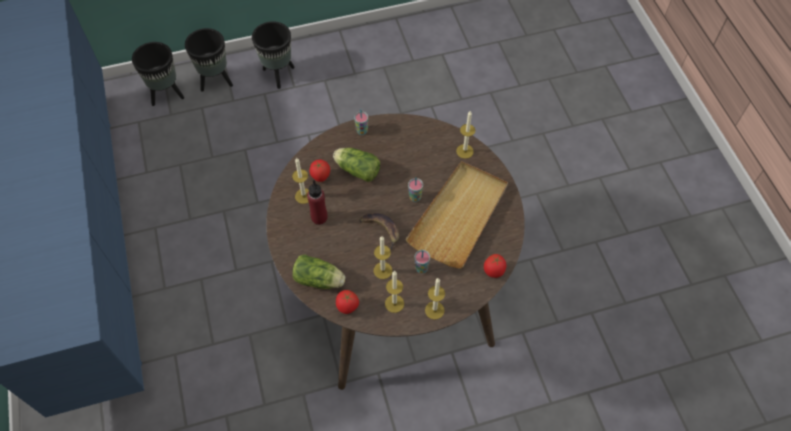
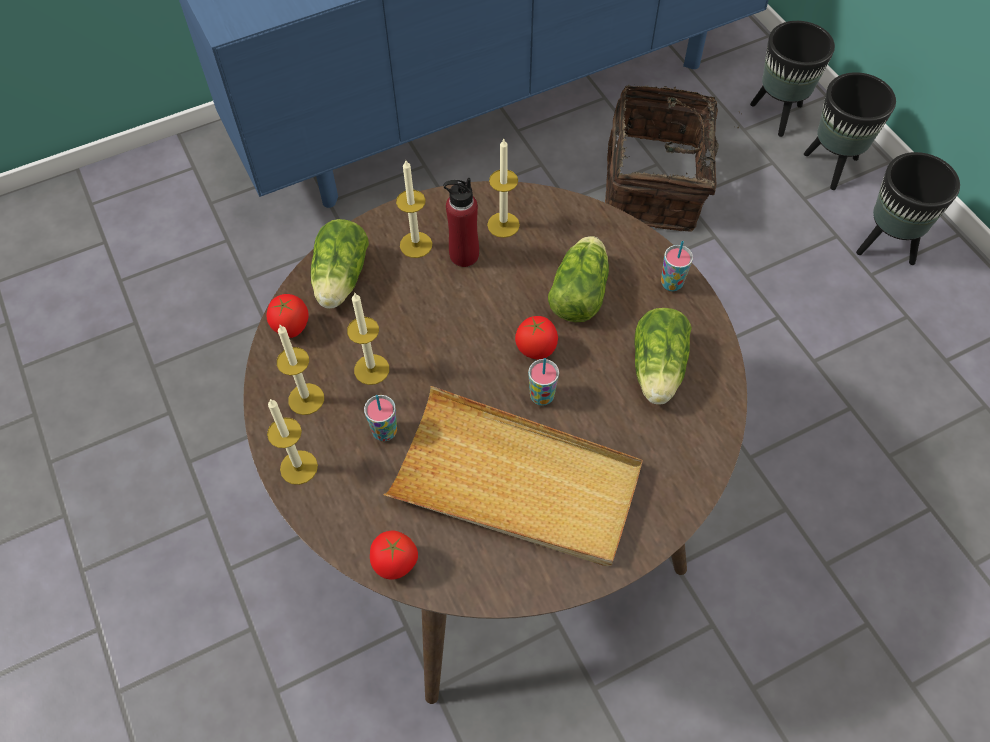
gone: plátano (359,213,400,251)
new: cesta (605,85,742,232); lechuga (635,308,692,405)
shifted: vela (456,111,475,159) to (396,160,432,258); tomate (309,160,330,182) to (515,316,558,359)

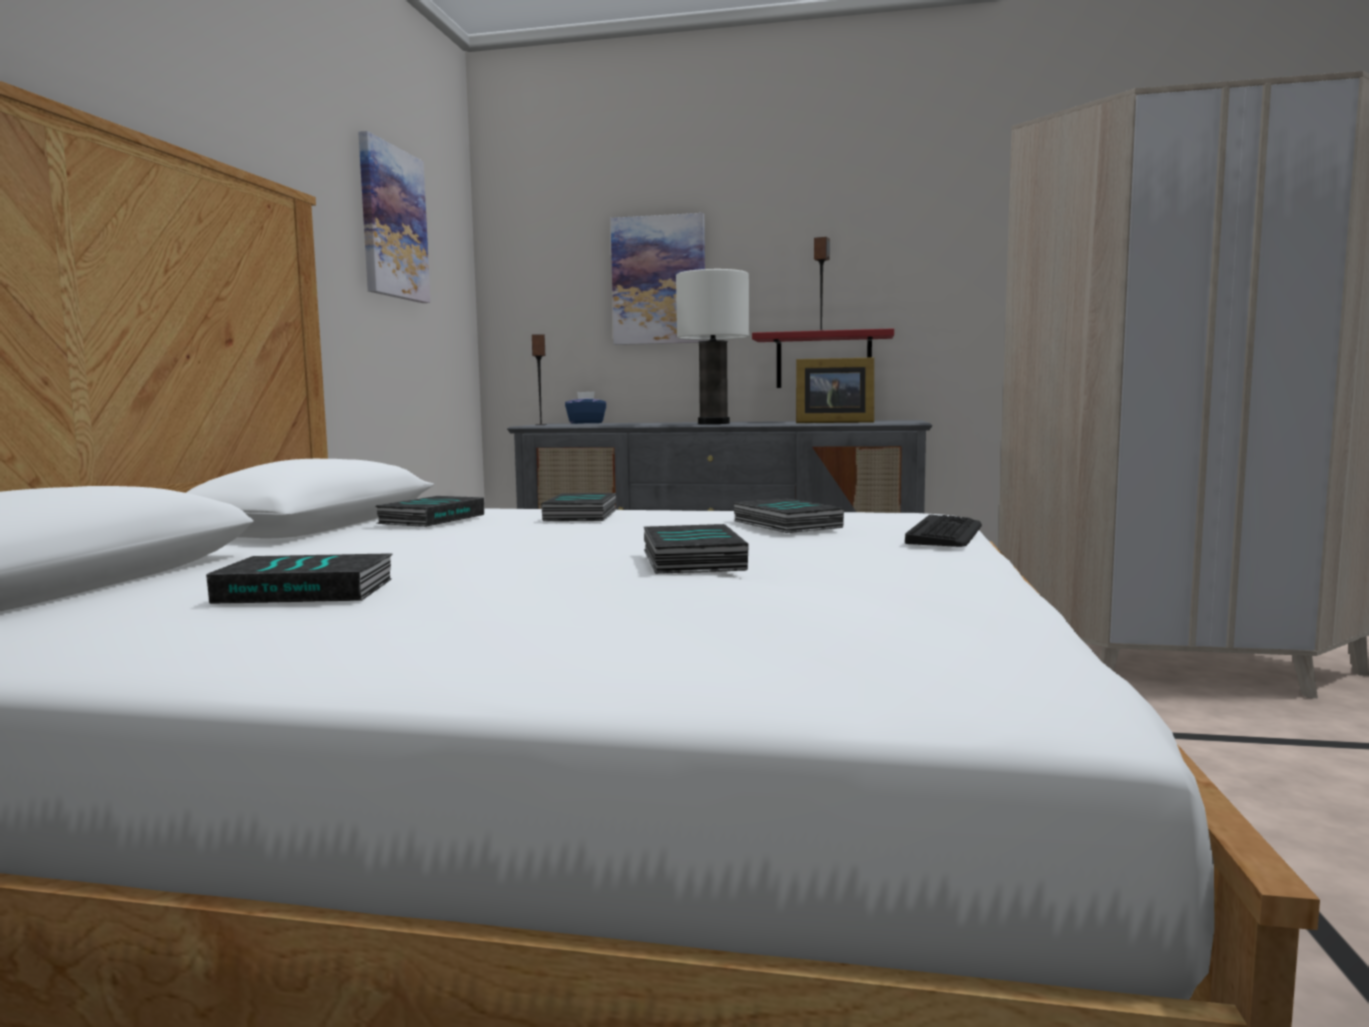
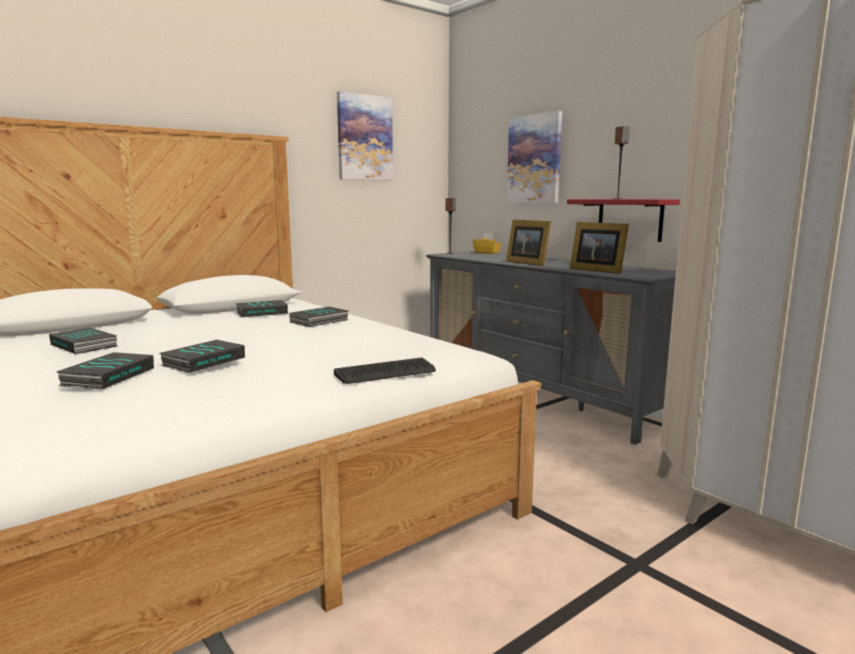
shifted: libro (734,498,844,533) to (57,352,154,390)
swapped: lámpara de mesa (blanco) (676,269,749,424) to portarretratos (506,220,551,266)
repainted: caja de pañuelos (azul) (565,391,606,424) to caja de pañuelos (amarillo) (472,233,502,254)

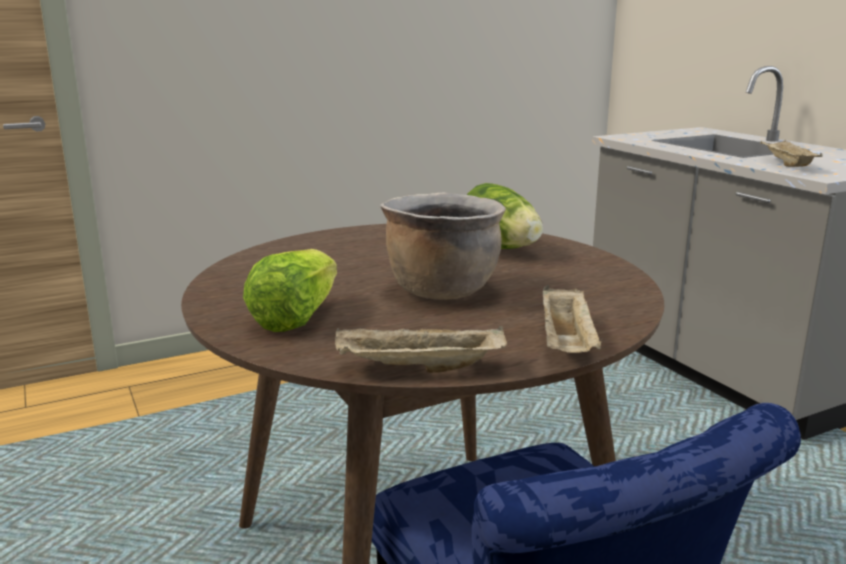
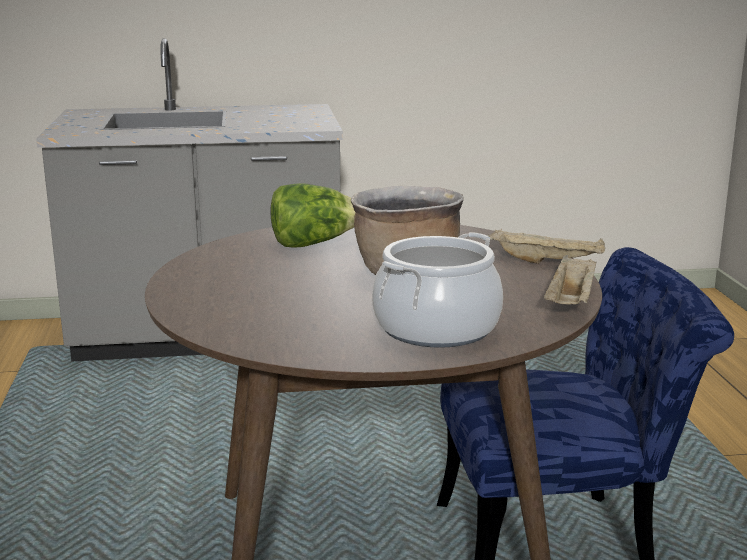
gone: bandeja (beis) (760,141,823,167)
swapped: lechuga (243,249,337,332) to olla (372,232,503,348)

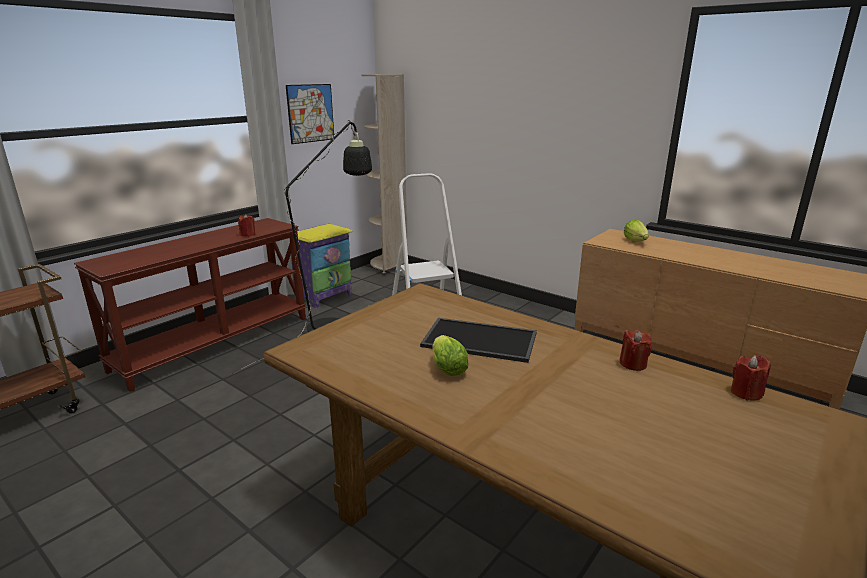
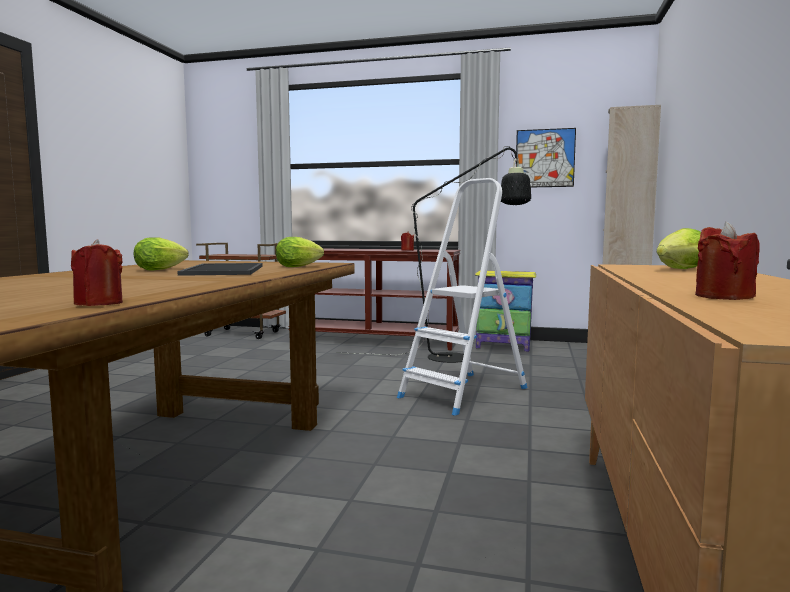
new: lechuga (276,237,324,267)
shifted: vela (rojo) (620,330,652,371) to (695,222,760,300)

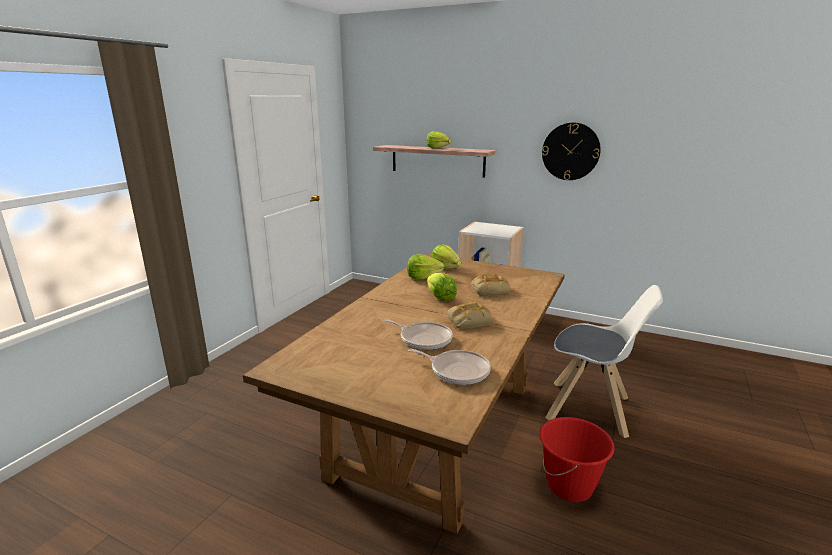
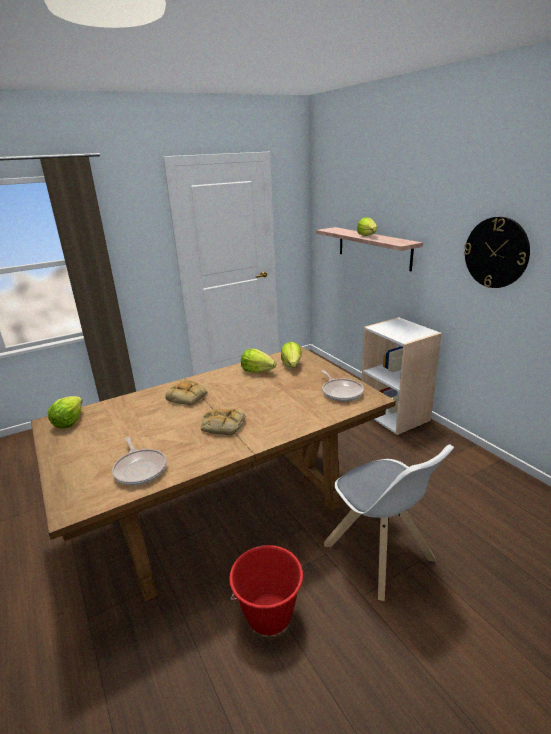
shifted: lechuga (427,273,457,301) to (48,396,83,428); pan (471,273,510,296) to (166,380,207,406); sartén (384,319,453,350) to (322,370,364,401)

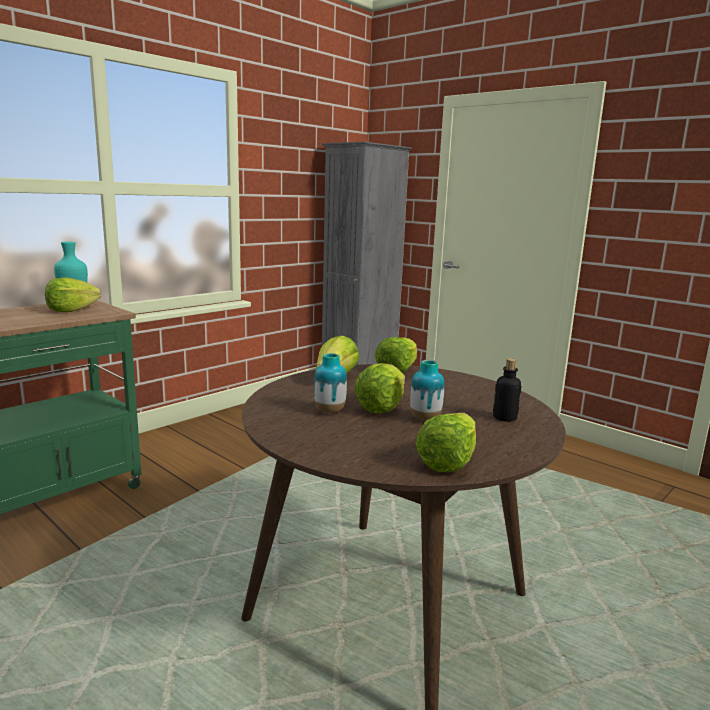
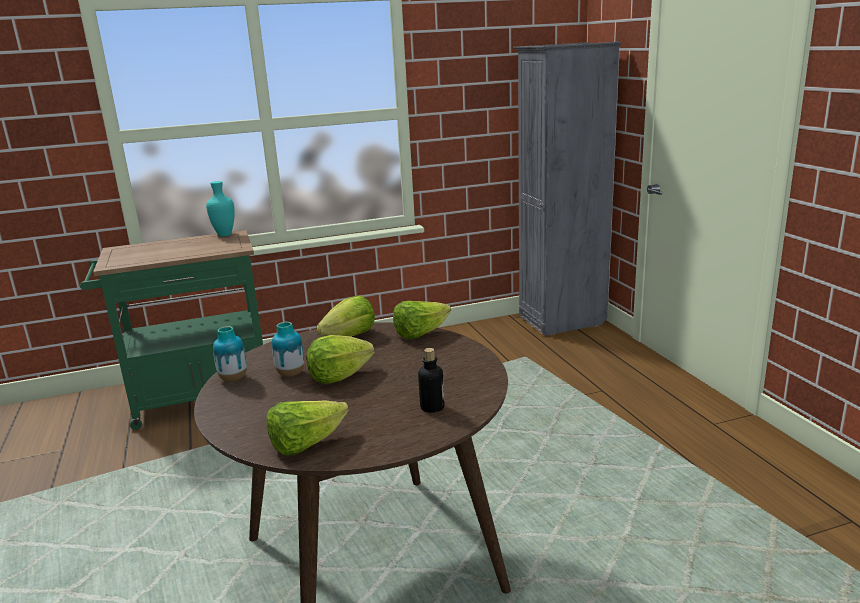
gone: lechuga (45,277,101,312)
shifted: florero (410,360,444,421) to (213,326,247,382)

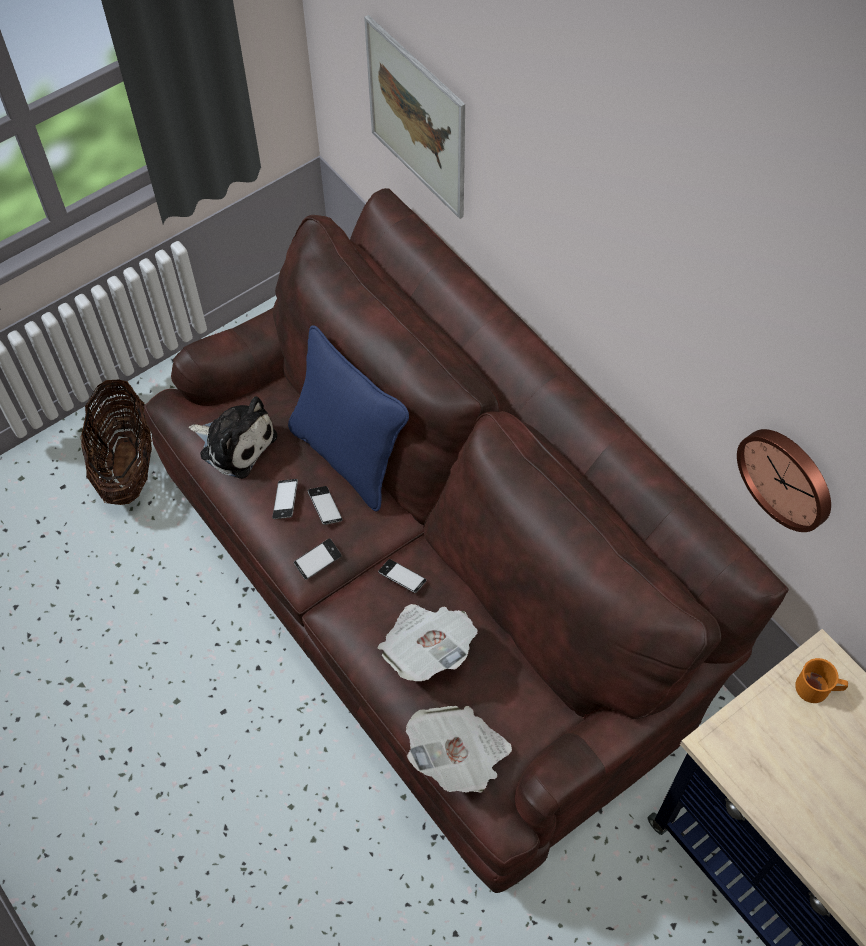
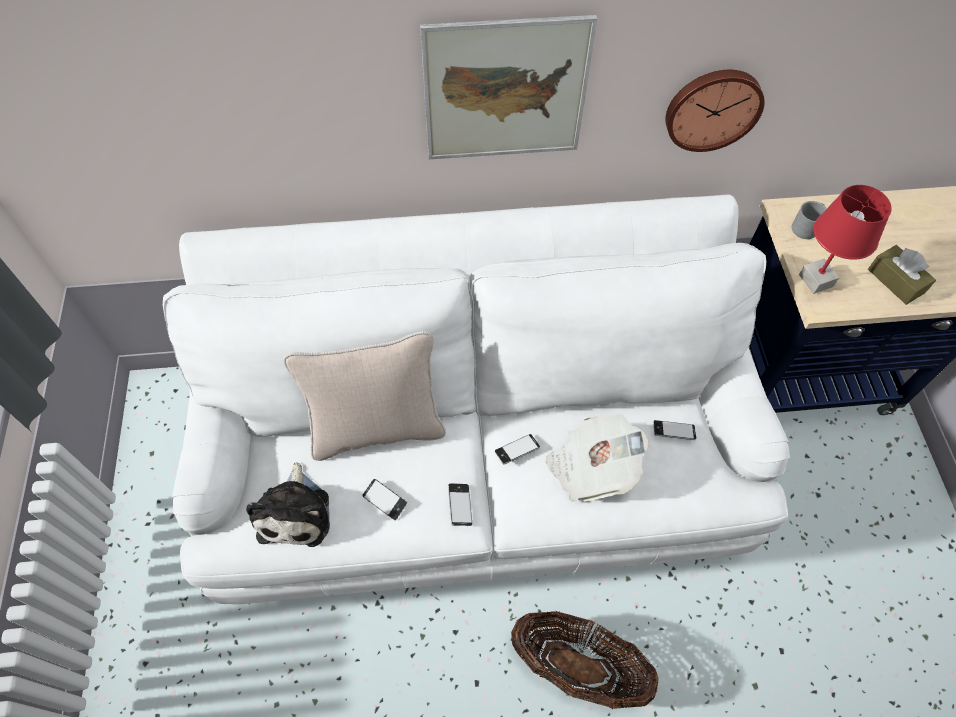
gone: periódico (406,706,512,793)
new: lámpara de mesa (rojo) (799,185,892,294); caja de pañuelos (marrón) (868,245,936,305)
shifted: cuadro (364,15,465,219) to (420,15,597,159); cesta (80,379,152,505) to (511,610,658,709); móvil (308,486,343,525) to (653,420,696,440)
repainted: sofá (marrón) (143,188,789,893) to sofá (blanco) (163,195,790,604); cojín (azul) (288,325,409,511) to cojín (beis) (283,331,446,461); taza grande (naranja) (795,658,848,703) to taza grande (gris) (791,201,827,239)
rotated: peluche (189,396,277,479) = (246,462,330,547) 120 degrees clockwise

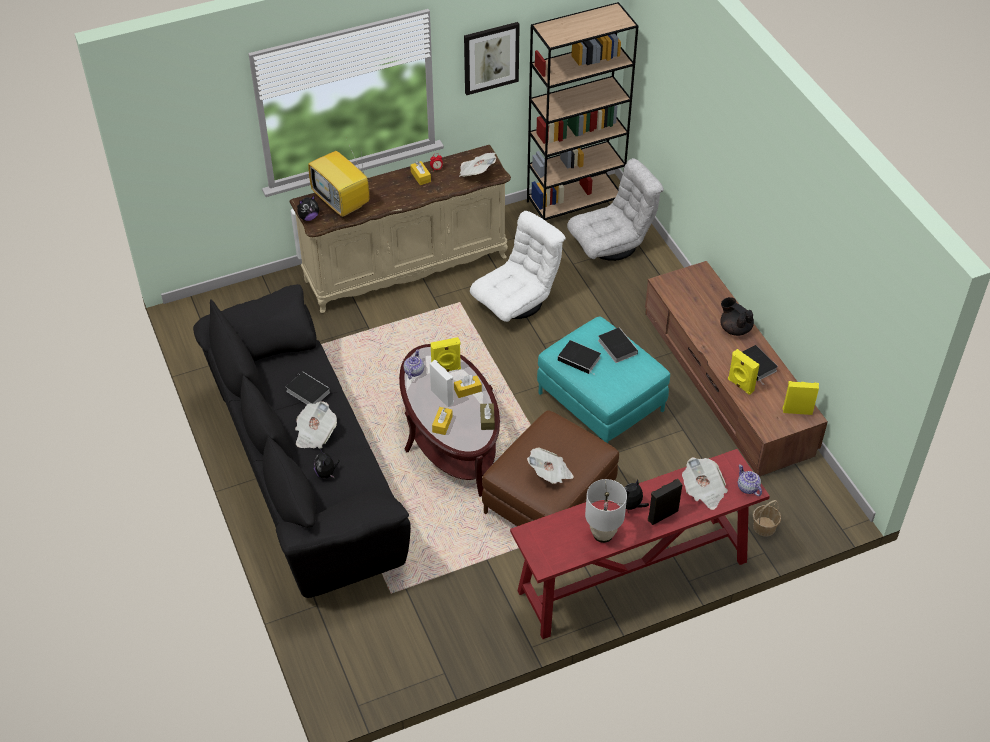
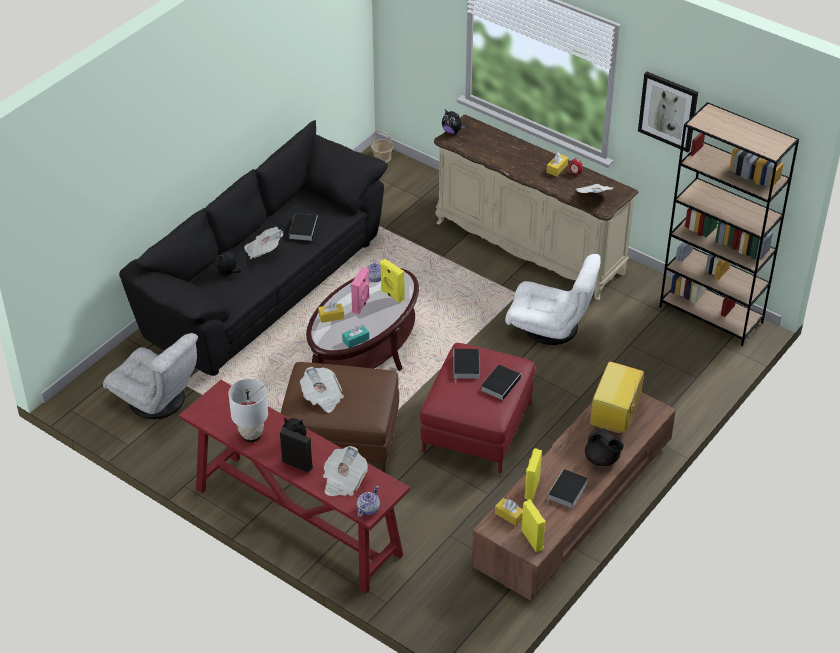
shifted: sillón (gris) (567,158,664,261) to (103,333,198,419); cesta (753,500,781,537) to (371,130,393,162); caja de pañuelos (amarillo) (454,375,482,398) to (495,498,523,526); televisor (308,138,369,217) to (590,361,644,434)
repainted: caja de pañuelos (marrón) (480,403,495,430) to caja de pañuelos (turquesa) (342,325,369,348); altavoz (blanco) (429,360,454,407) to altavoz (rosa) (351,267,370,314); puf (turquesa) (537,317,670,443) to puf (rojo) (420,343,535,473)
rotated: tetera (negro) (720,297,754,336) = (585,428,624,466) 120 degrees clockwise

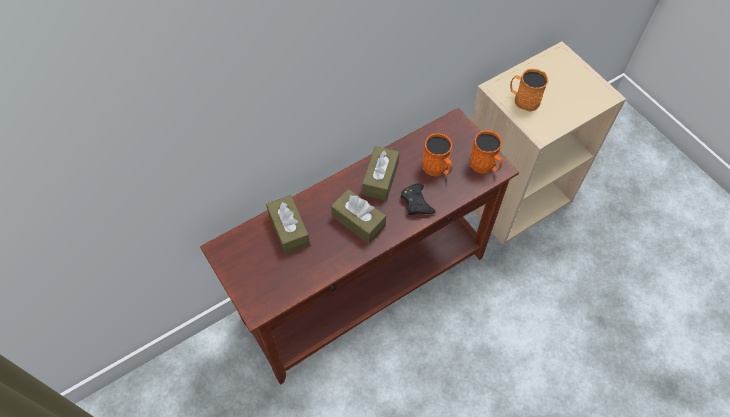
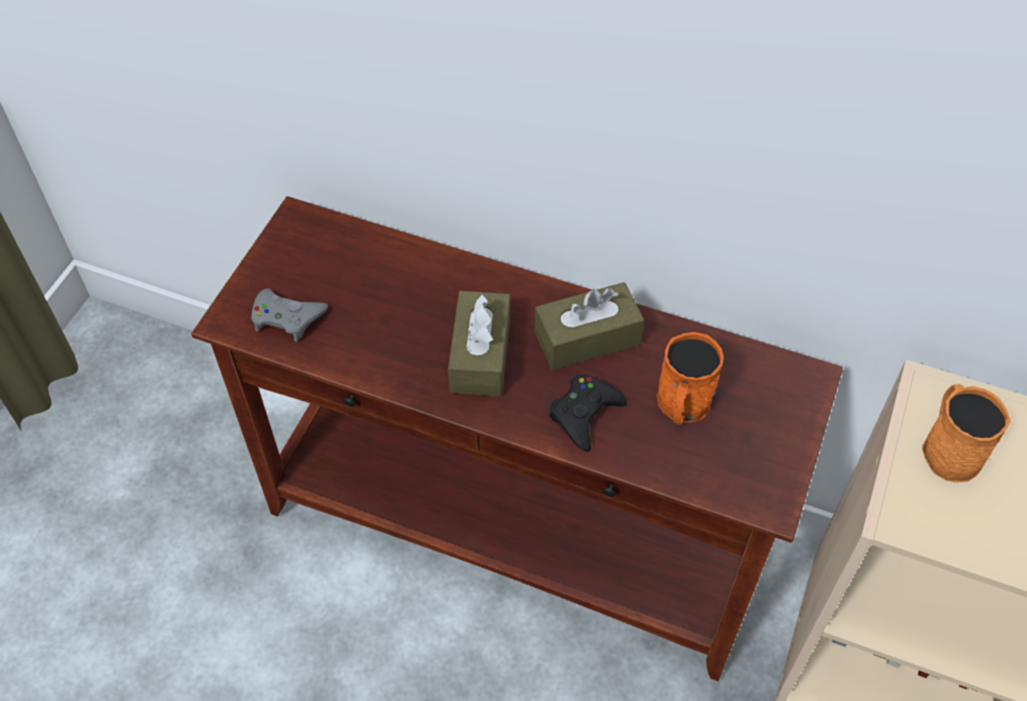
gone: caja de pañuelos (marrón) (266,195,310,254); taza grande (naranja) (469,131,502,174)
new: mando de consola (gris) (251,288,328,342)

